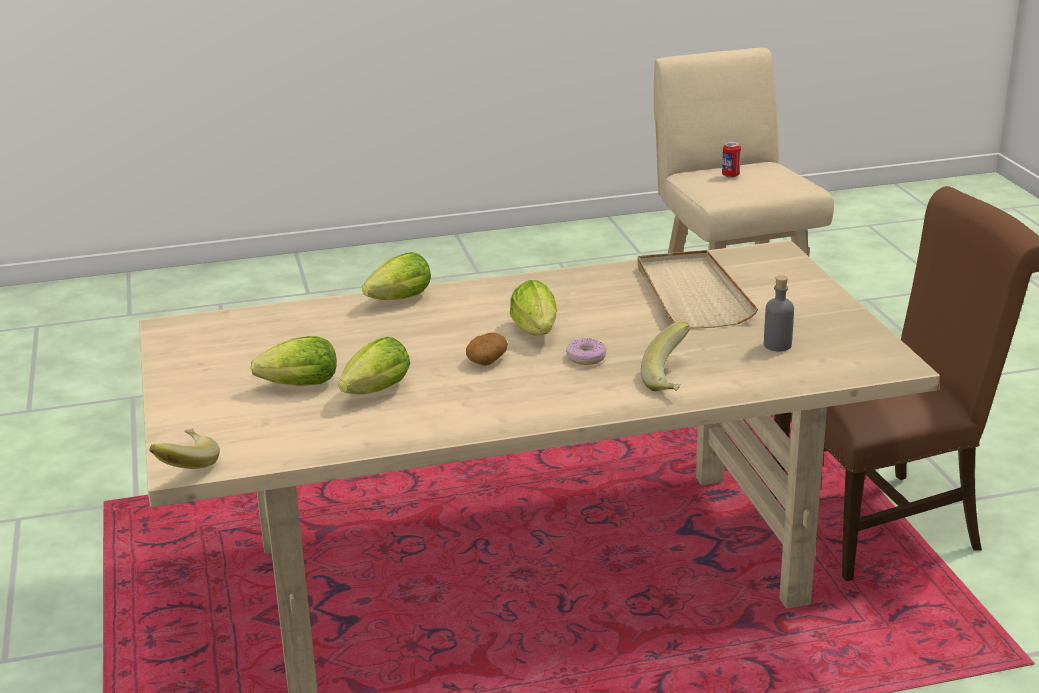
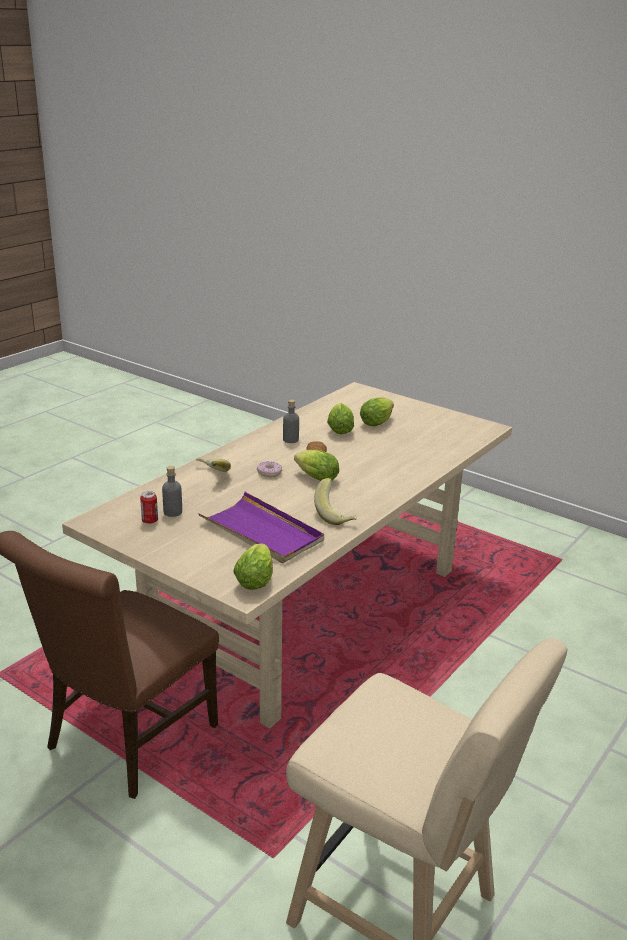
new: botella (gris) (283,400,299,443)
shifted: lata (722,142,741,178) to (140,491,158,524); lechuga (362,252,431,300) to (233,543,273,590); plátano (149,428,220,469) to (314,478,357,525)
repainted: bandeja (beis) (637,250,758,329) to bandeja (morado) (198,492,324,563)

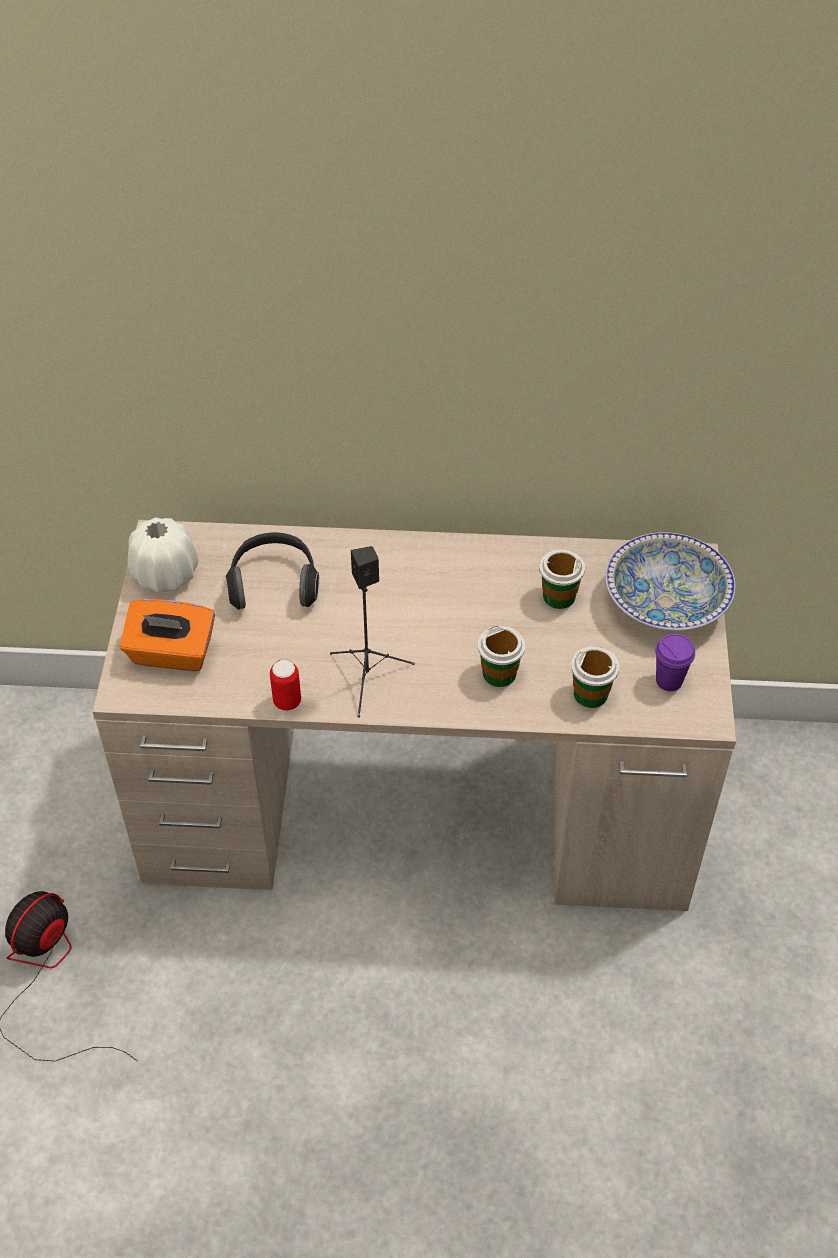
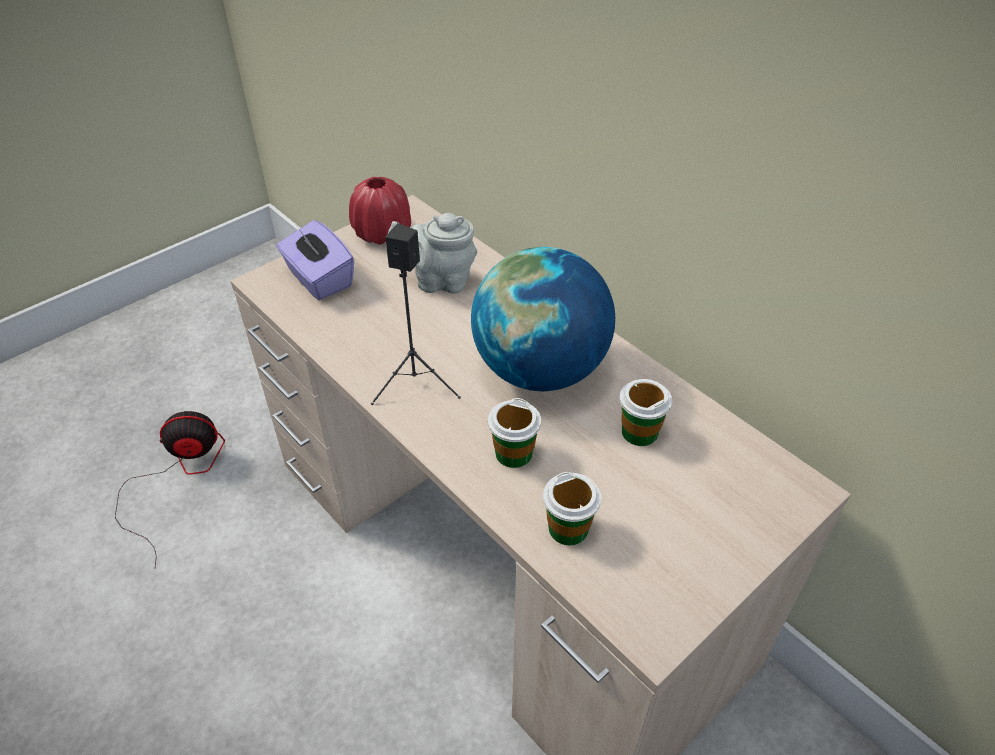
gone: lata (270,660,301,710); cuenco (605,532,735,631); taza (morado) (655,634,695,691)
new: globo terráqueo (471,247,615,391)
swapped: auriculares (225,532,319,610) to tetera (gris) (388,213,477,294)
repainted: caja de pañuelos (naranja) (120,599,215,671) to caja de pañuelos (morado) (276,220,354,300); florero (blanco) (128,518,199,592) to florero (rojo) (349,177,411,245)

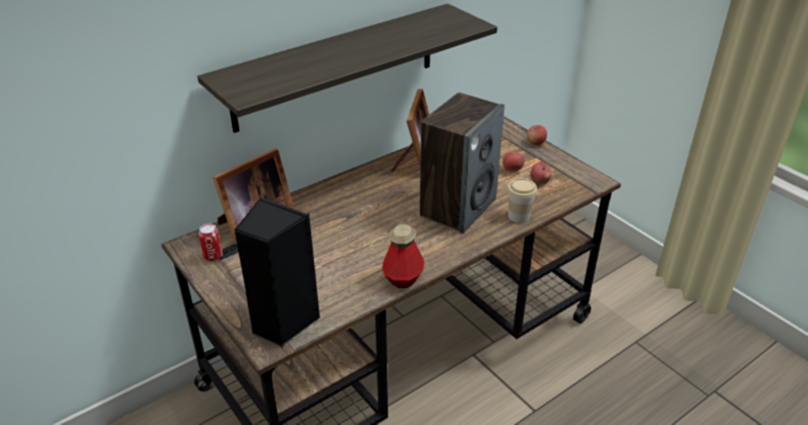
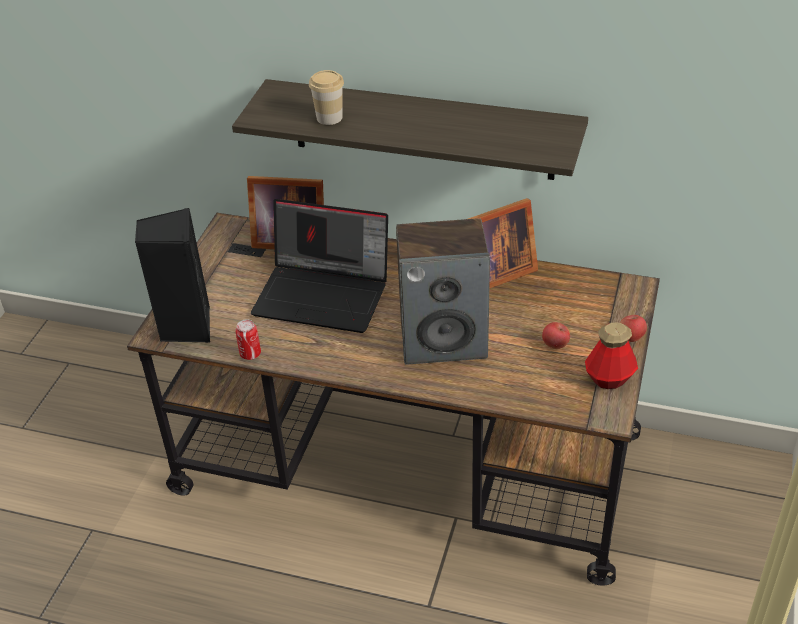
gone: manzana (530,162,552,184)
new: portátil (251,199,388,333)
shifted: lata (198,223,223,261) to (235,320,261,360); taza (507,178,537,223) to (309,70,344,125); botella (382,224,424,288) to (585,322,638,389)

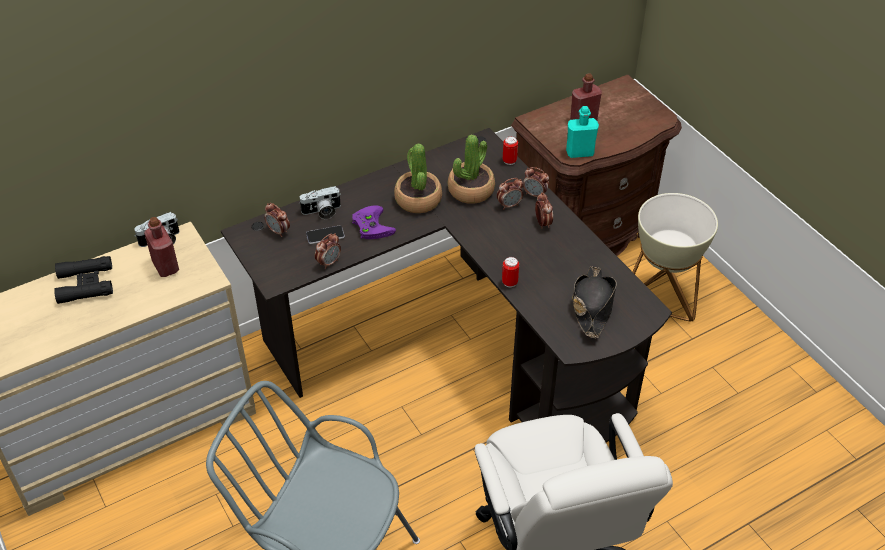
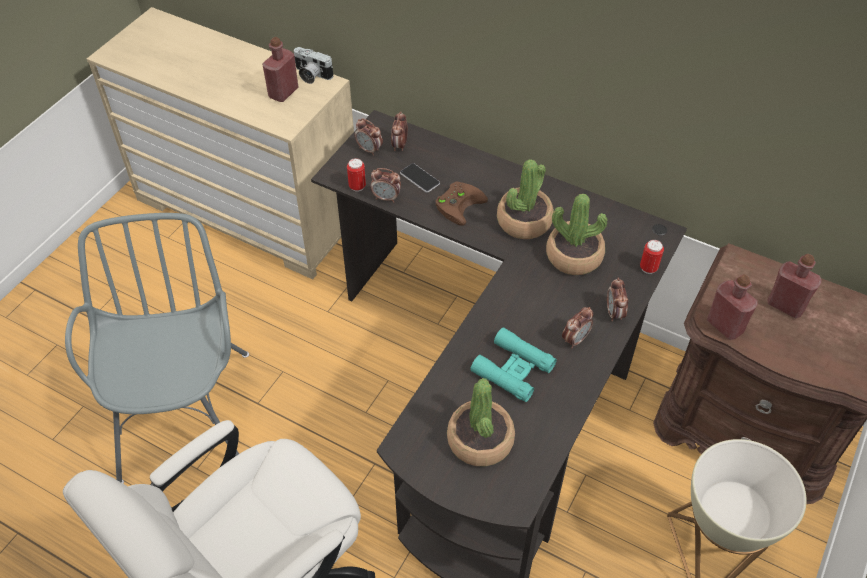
gone: prismáticos (negro) (54,256,113,304); cámara (299,186,341,219)
new: prismáticos (turquesa) (470,327,557,402)
shifted: lata (502,257,519,287) to (347,158,366,192); despertador (497,178,523,210) to (355,118,383,156)
swapped: sombrero (negro) (572,266,617,338) to planta en maceta (447,378,515,466)
repainted: mando de consola (morado) (352,205,396,239) to mando de consola (marrón) (435,182,488,226); botella (turquesa) (566,106,599,158) to botella (rojo) (707,274,758,340)

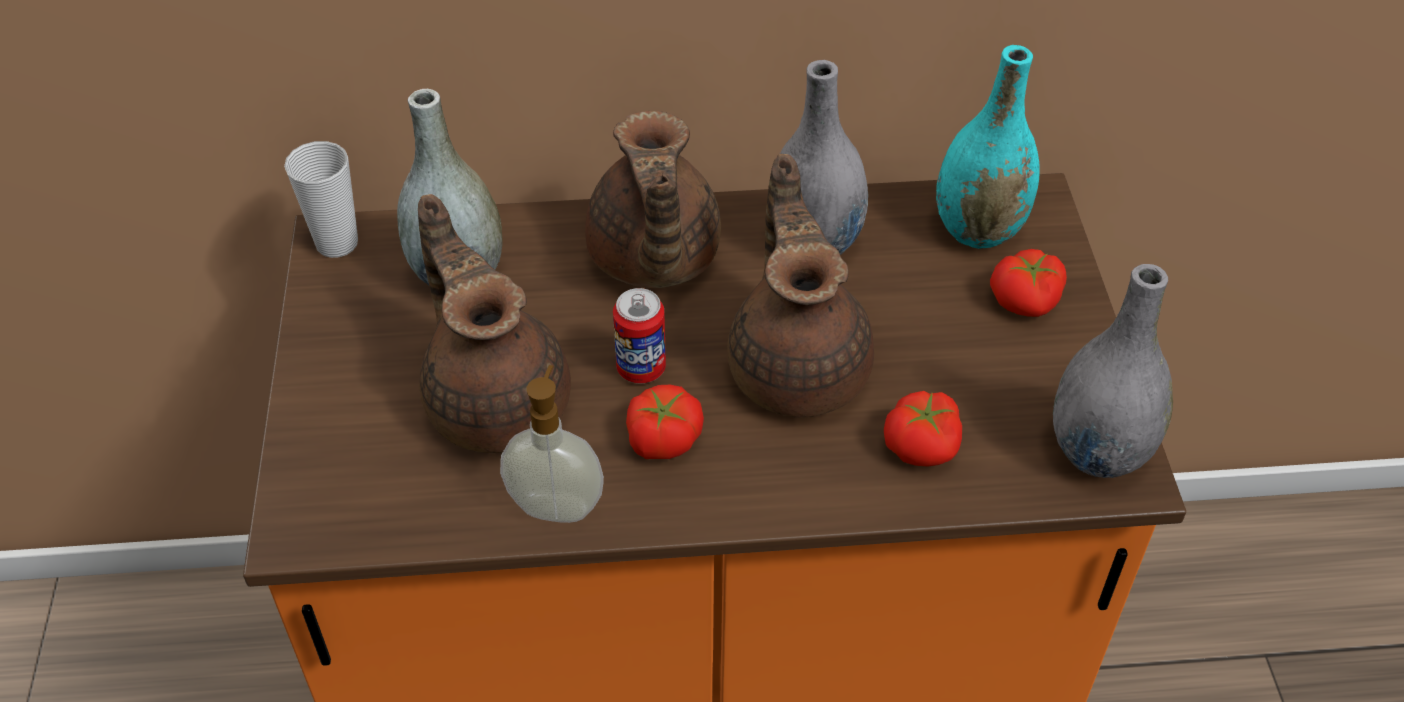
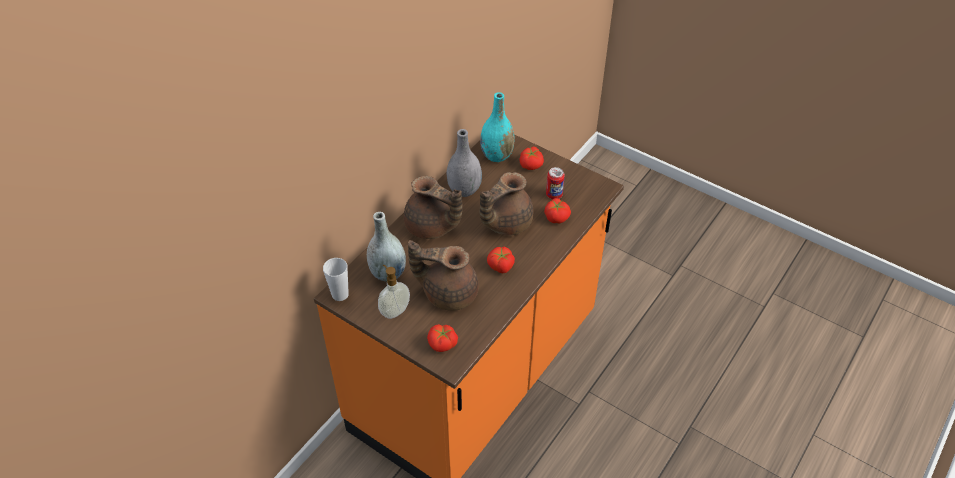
gone: florero (gris) (1053,264,1173,478)
new: tomate (427,324,458,352)
shifted: dispensador de jabón (500,365,604,523) to (378,265,410,319); lata (613,288,666,383) to (546,167,565,199)
rotated: tetera (marrón) (727,154,874,417) = (479,172,533,235) 75 degrees counterclockwise

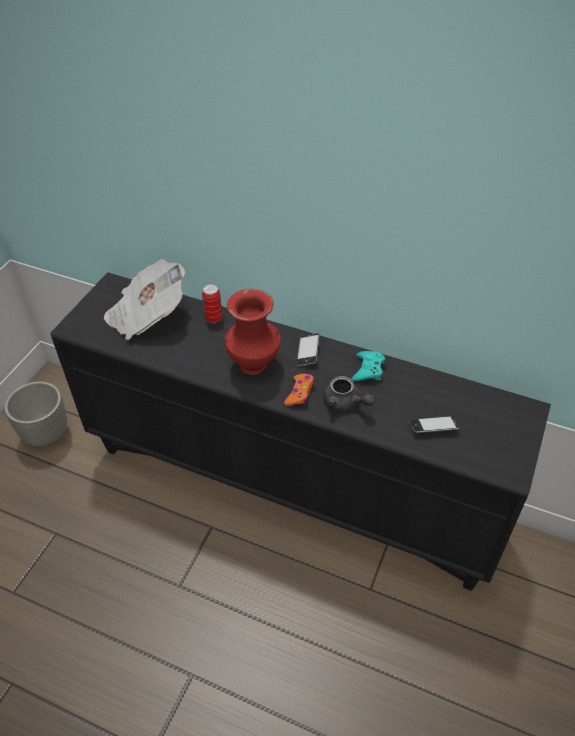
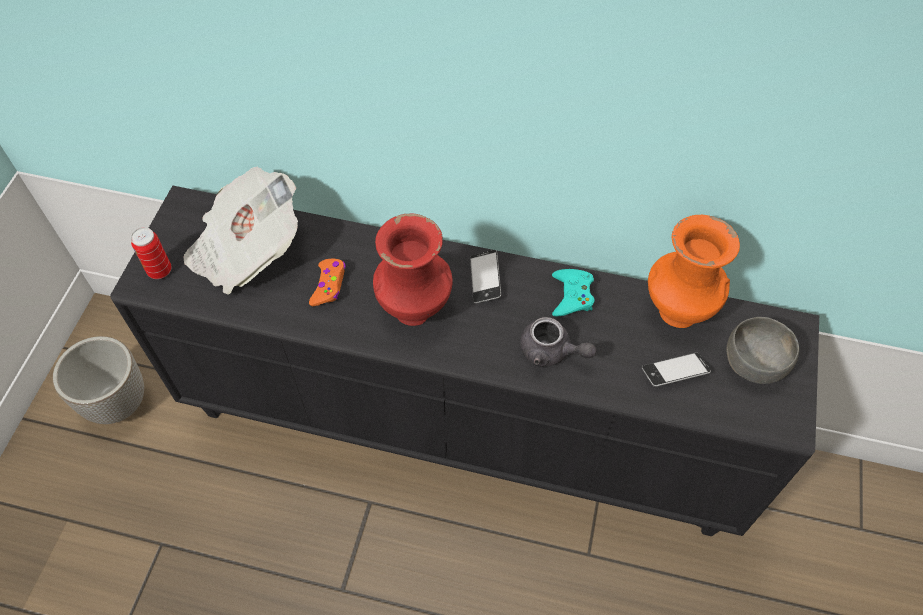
new: florero (naranja) (648,215,740,328); cuenco (gris) (726,317,799,384)
shifted: lata (202,284,222,323) to (131,227,172,279); mando de consola (naranja) (284,374,314,406) to (309,259,346,306)

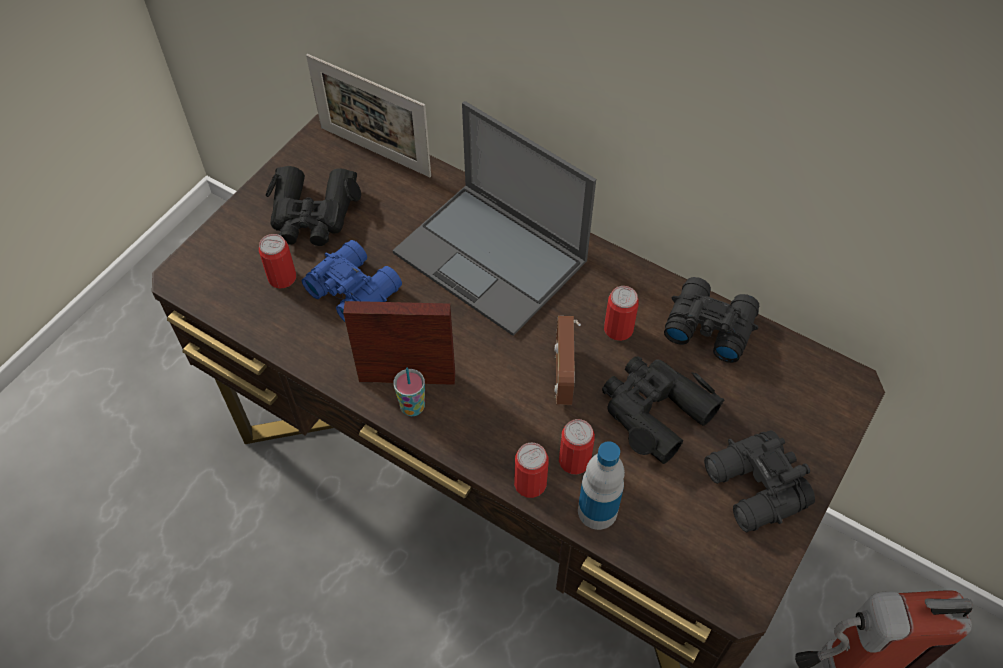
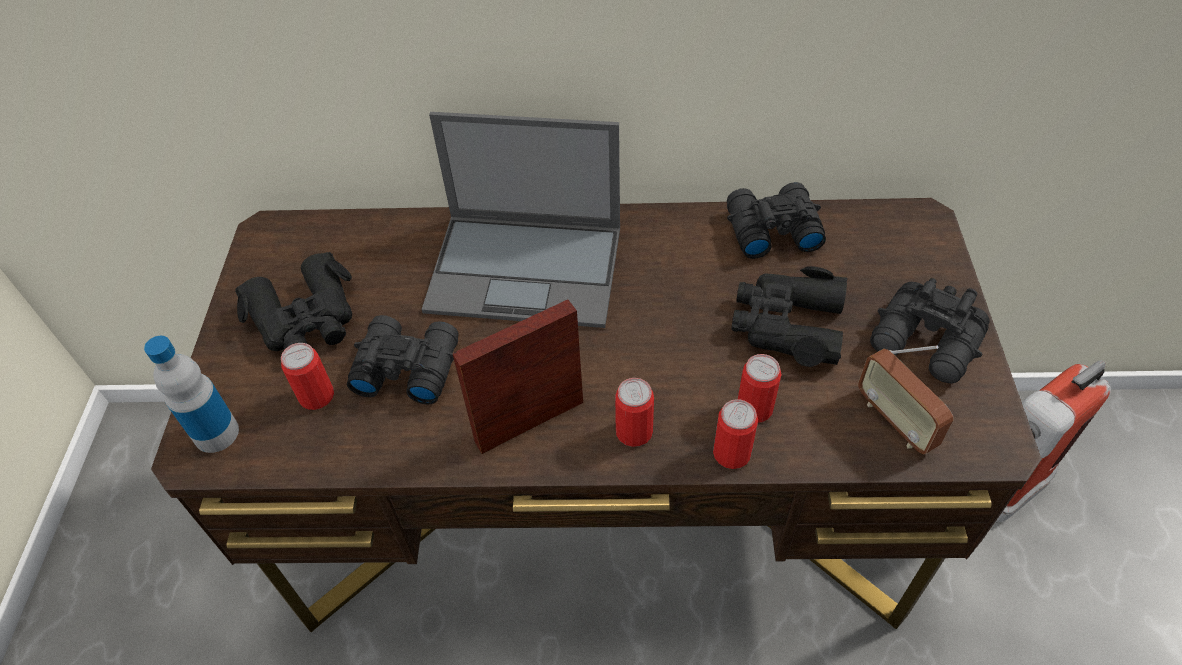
gone: portarretratos (306,54,431,177); taza (393,368,425,416)
shifted: botella (578,441,625,530) to (144,336,239,453); lata (604,286,639,341) to (615,378,654,447); radio (555,316,581,405) to (858,345,953,455)
repainted: prismáticos (azul) (302,240,402,322) to prismáticos (negro) (347,315,459,405)

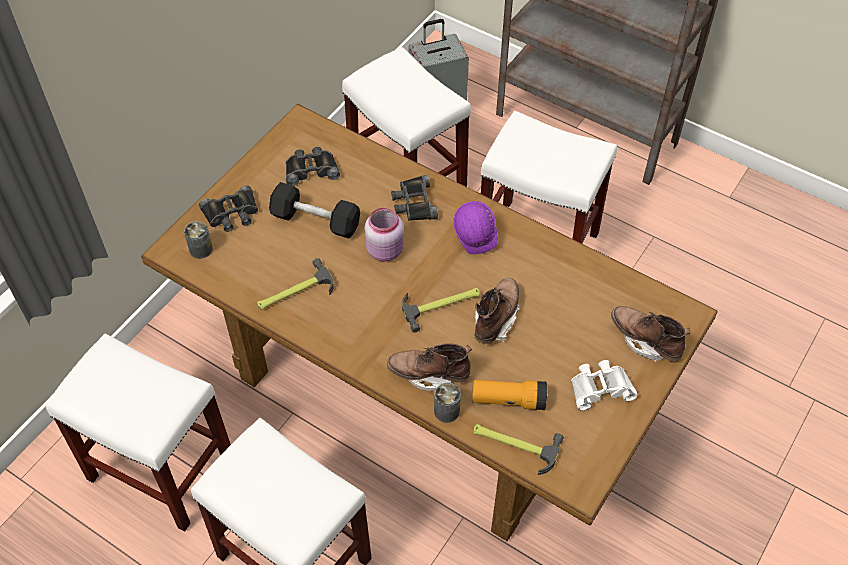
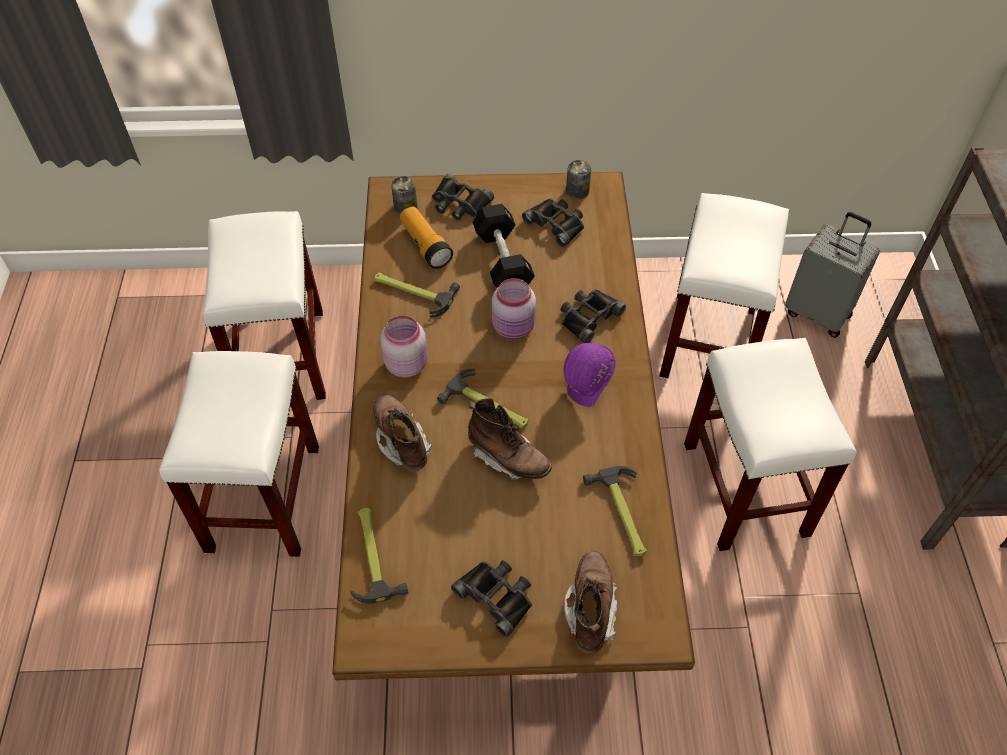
new: tarro (rosa) (380,315,428,378); martillo (583,466,647,556)
shifted: linterna (472,380,547,410) to (400,207,453,269); lata (434,383,461,423) to (566,159,591,199)
repainted: prismáticos (blanco) (571,360,638,411) to prismáticos (negro) (451,560,532,637)
rotated: bota (marrón) (474,278,520,344) = (468,398,552,480) 45 degrees clockwise

